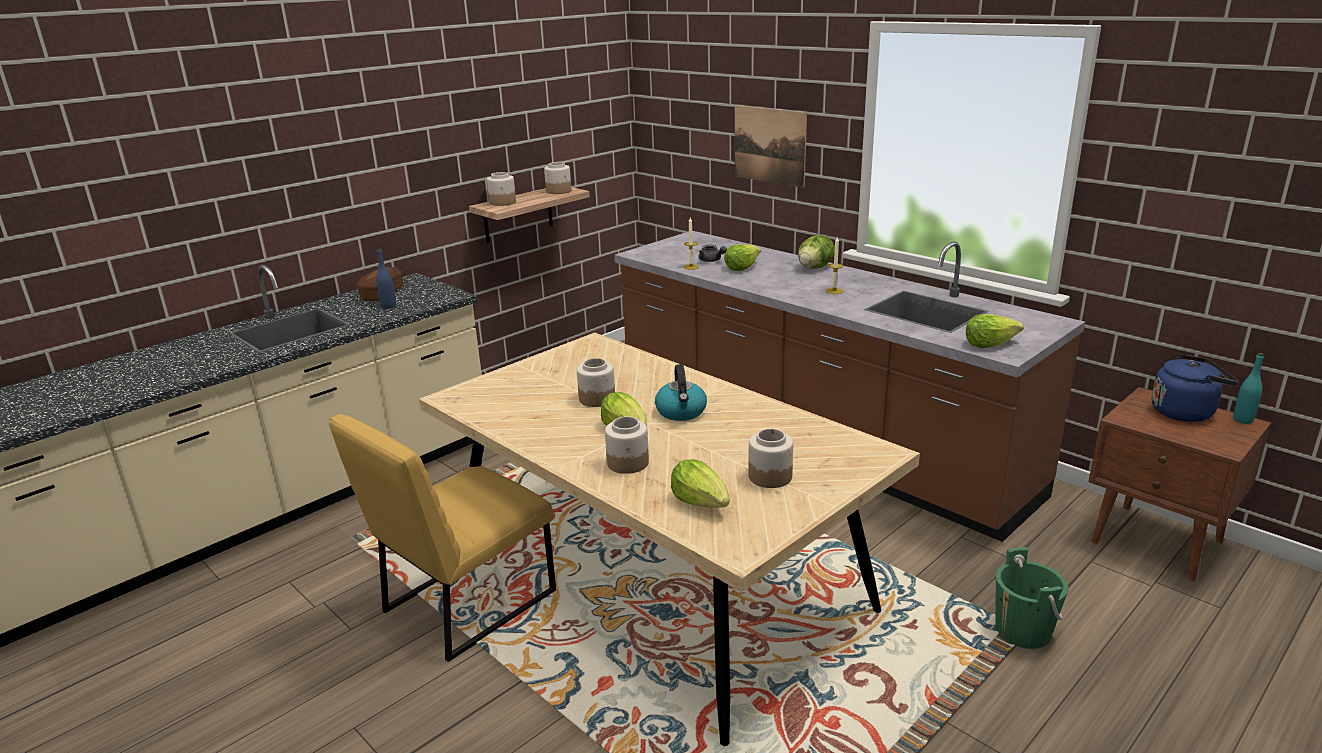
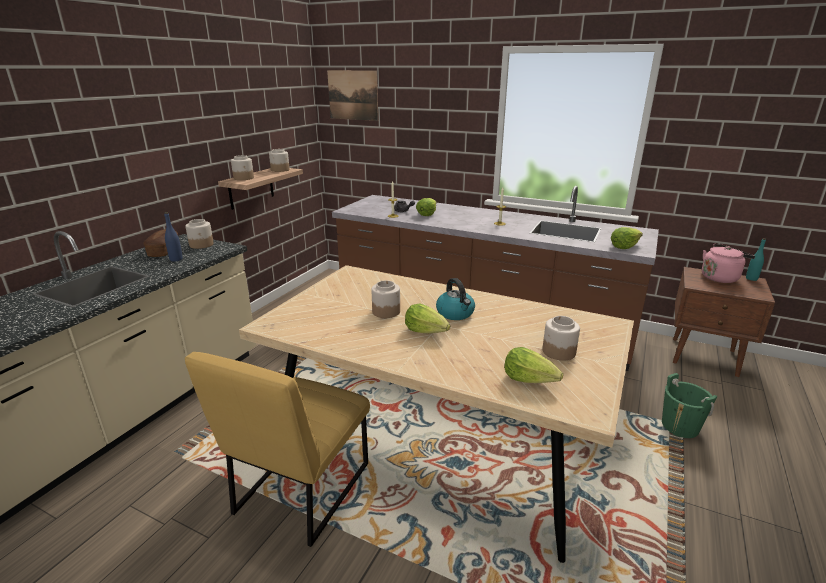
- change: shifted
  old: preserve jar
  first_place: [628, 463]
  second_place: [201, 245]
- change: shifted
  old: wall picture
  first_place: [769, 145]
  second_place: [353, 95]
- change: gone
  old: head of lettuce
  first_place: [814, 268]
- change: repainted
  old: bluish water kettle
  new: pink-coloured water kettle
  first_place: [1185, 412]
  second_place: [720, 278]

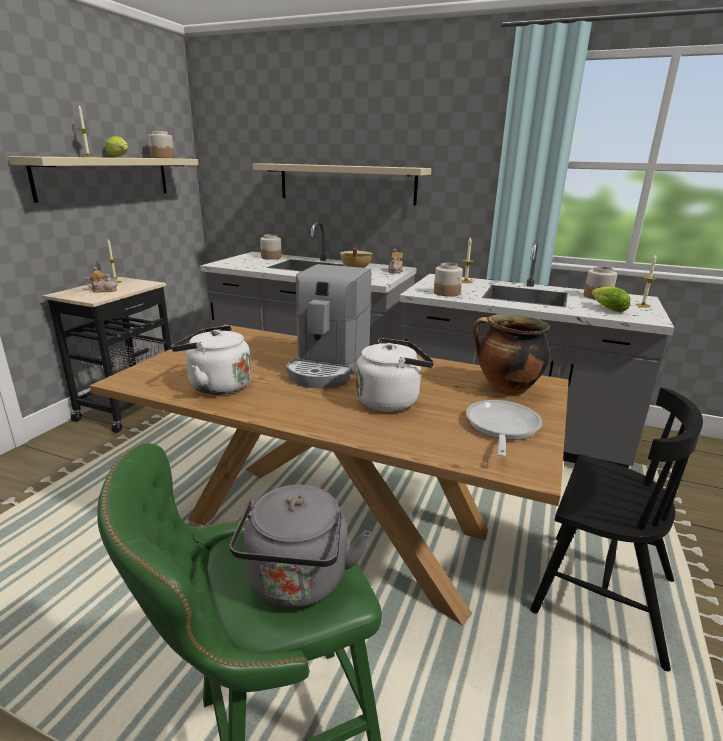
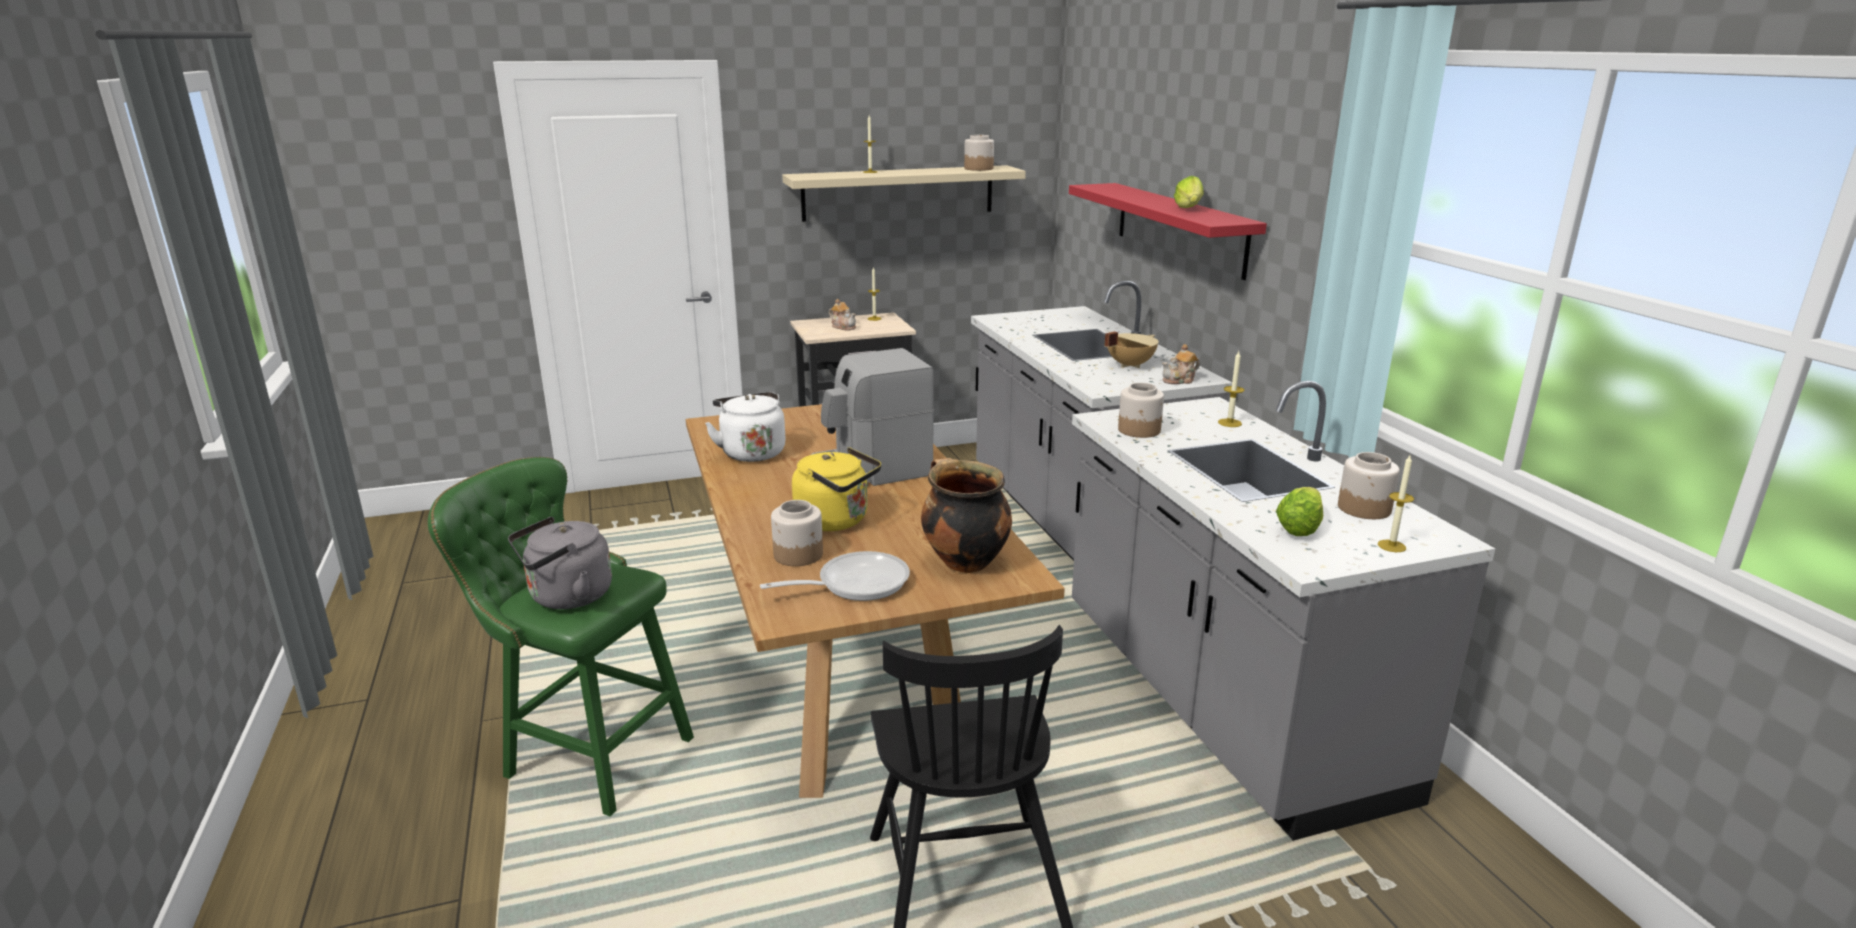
- change: shifted
  old: head of lettuce
  first_place: [120, 157]
  second_place: [1188, 209]
- change: repainted
  old: beige shelf
  new: red-coloured shelf
  first_place: [346, 183]
  second_place: [1179, 228]
- change: shifted
  old: preserve jar
  first_place: [271, 257]
  second_place: [799, 555]
- change: repainted
  old: whitish water kettle
  new: yellow-coloured water kettle
  first_place: [391, 400]
  second_place: [836, 521]

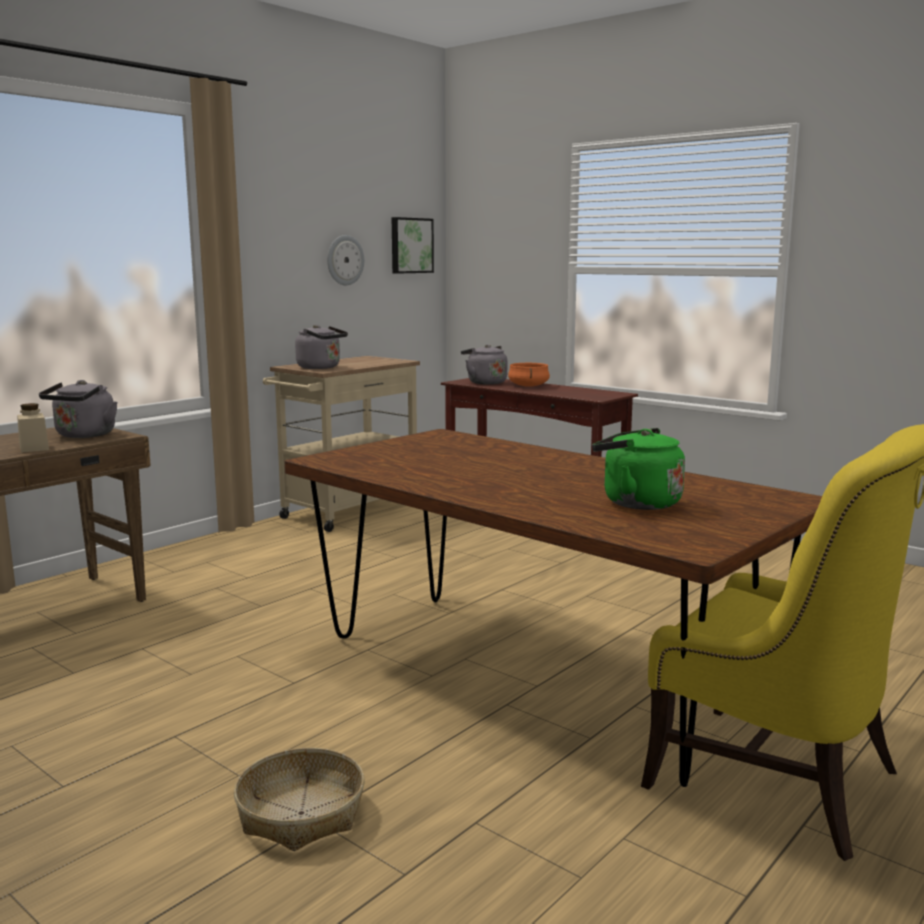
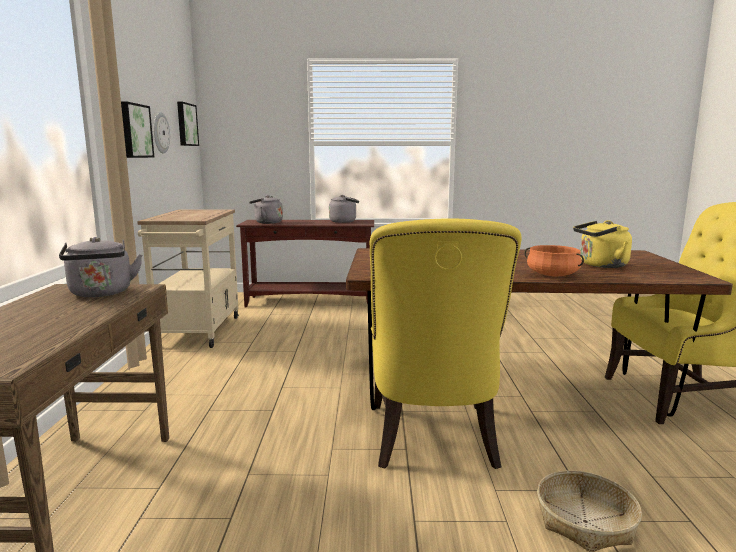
- change: gone
  old: beige preserve jar
  first_place: [34, 448]
- change: shifted
  old: grey water kettle
  first_place: [321, 367]
  second_place: [344, 221]
- change: shifted
  old: orange-coloured stockpot
  first_place: [528, 386]
  second_place: [552, 275]
- change: repainted
  old: green-coloured water kettle
  new: yellow-coloured water kettle
  first_place: [636, 502]
  second_place: [600, 265]
- change: new
  new: wall picture
  second_place: [135, 131]
- change: new
  new: yellow-coloured plain chair
  second_place: [433, 435]

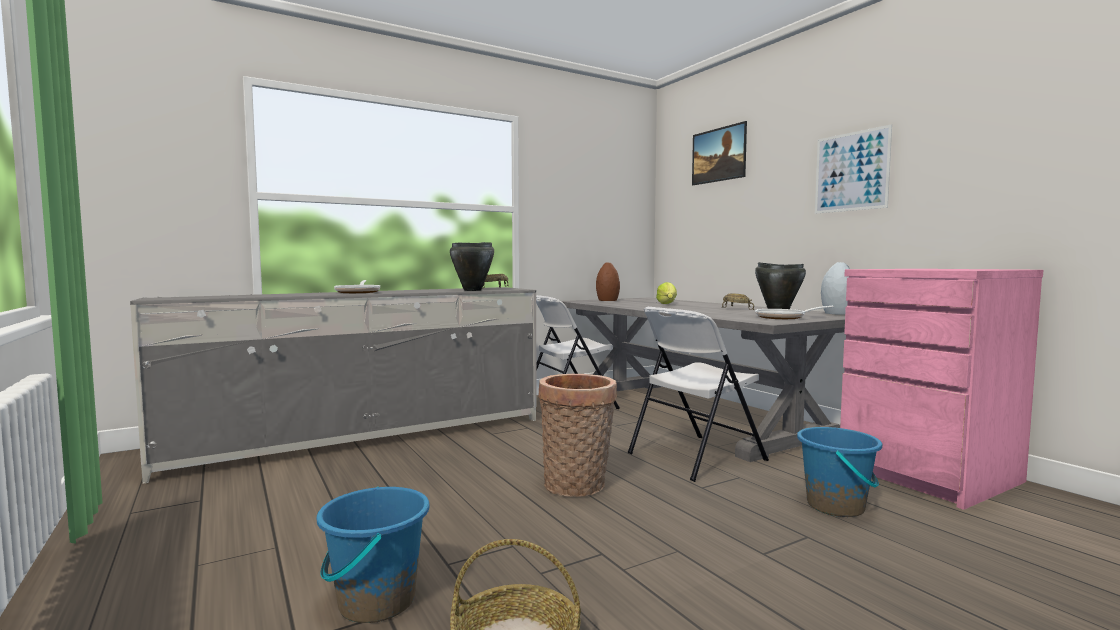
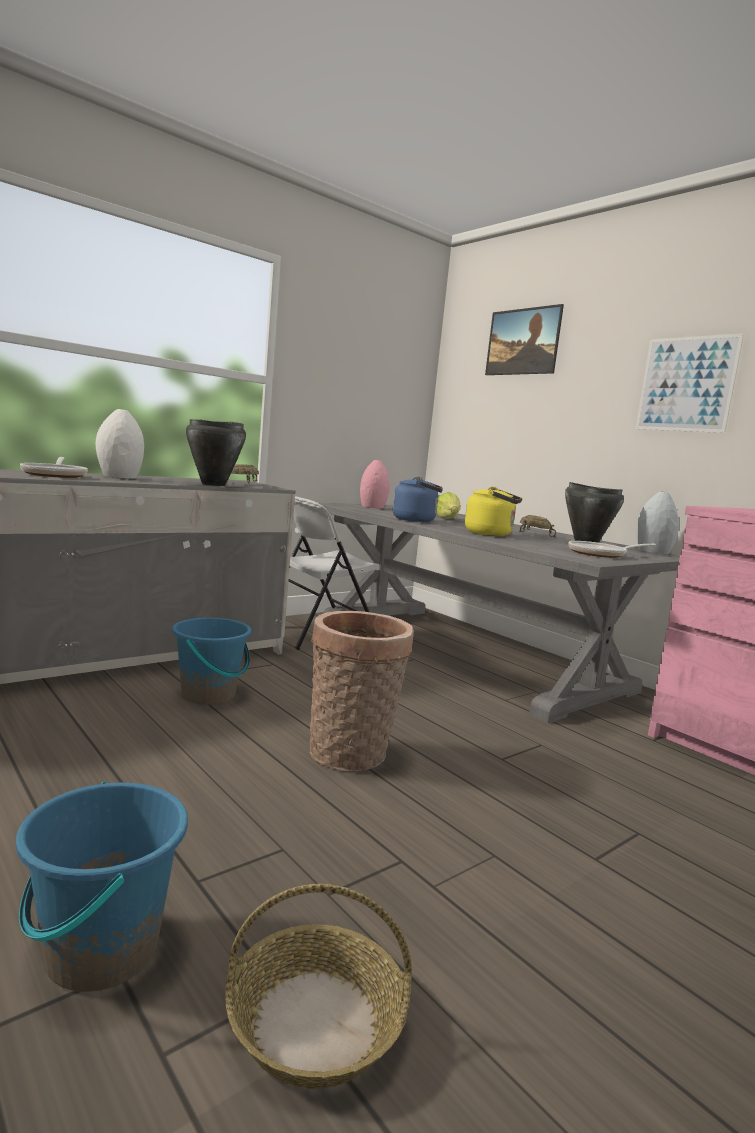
- change: repainted
  old: brown-coloured flower vase
  new: pink-coloured flower vase
  first_place: [607, 300]
  second_place: [372, 507]
- change: gone
  old: whitish plain chair
  first_place: [696, 456]
- change: shifted
  old: bluish pail
  first_place: [836, 506]
  second_place: [209, 695]
- change: new
  new: whitish flower vase
  second_place: [120, 477]
- change: new
  new: bluish water kettle
  second_place: [416, 520]
- change: new
  new: yellow-coloured water kettle
  second_place: [491, 534]

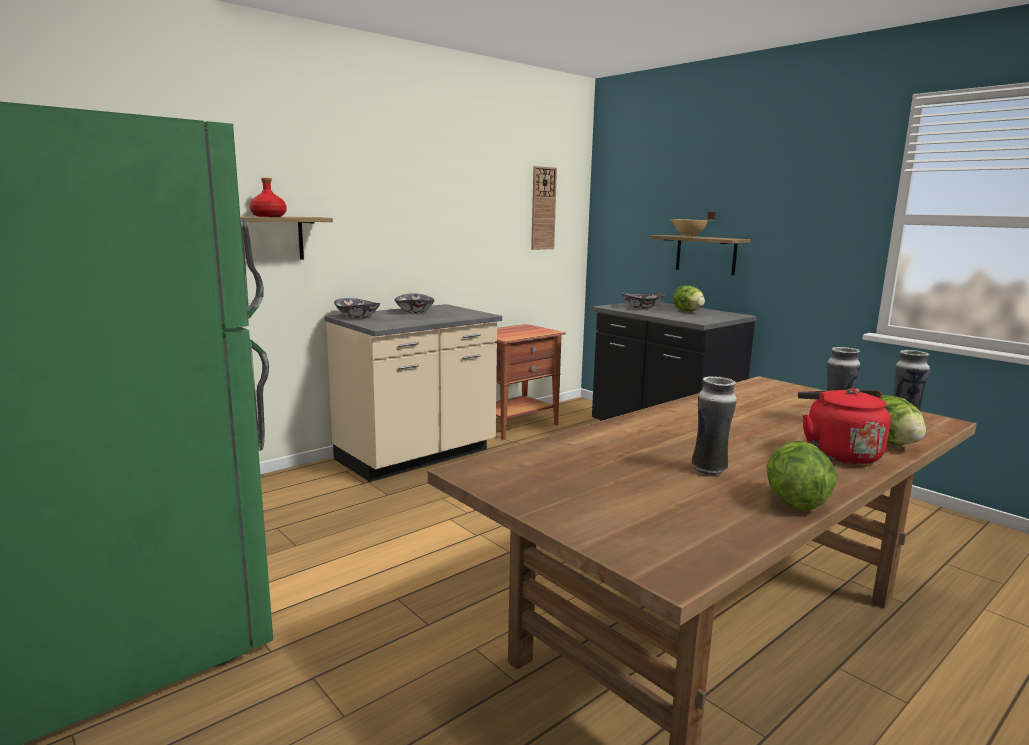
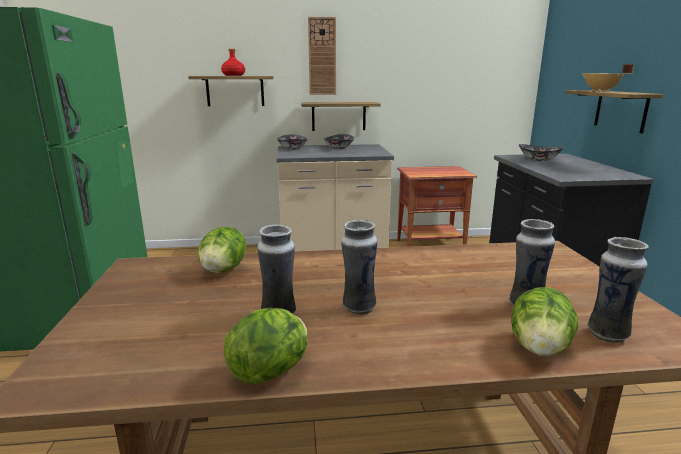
- change: shifted
  old: wall clock
  first_place: [543, 208]
  second_place: [322, 56]
- change: shifted
  old: head of lettuce
  first_place: [688, 311]
  second_place: [223, 270]
- change: gone
  old: red-coloured water kettle
  first_place: [838, 454]
- change: new
  new: shelf
  second_place: [338, 116]
- change: new
  new: flower vase
  second_place: [358, 308]

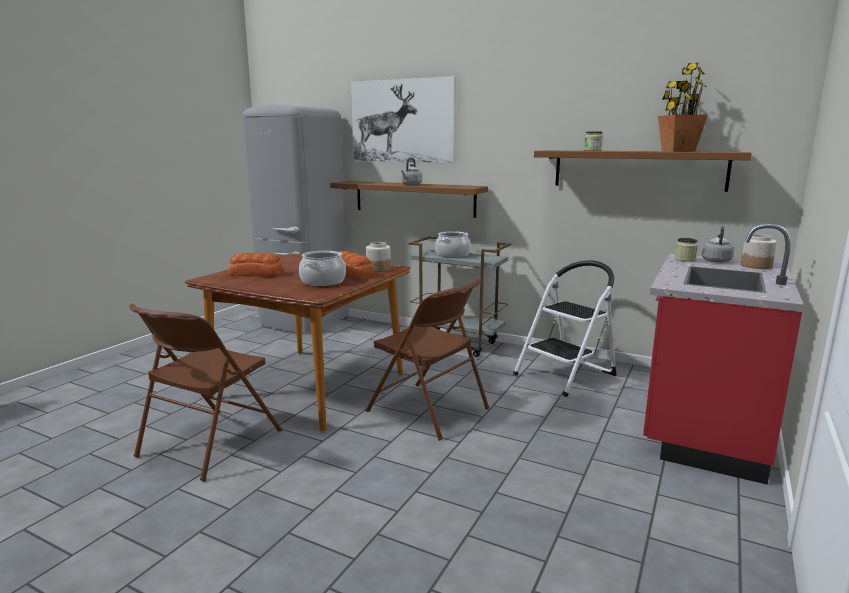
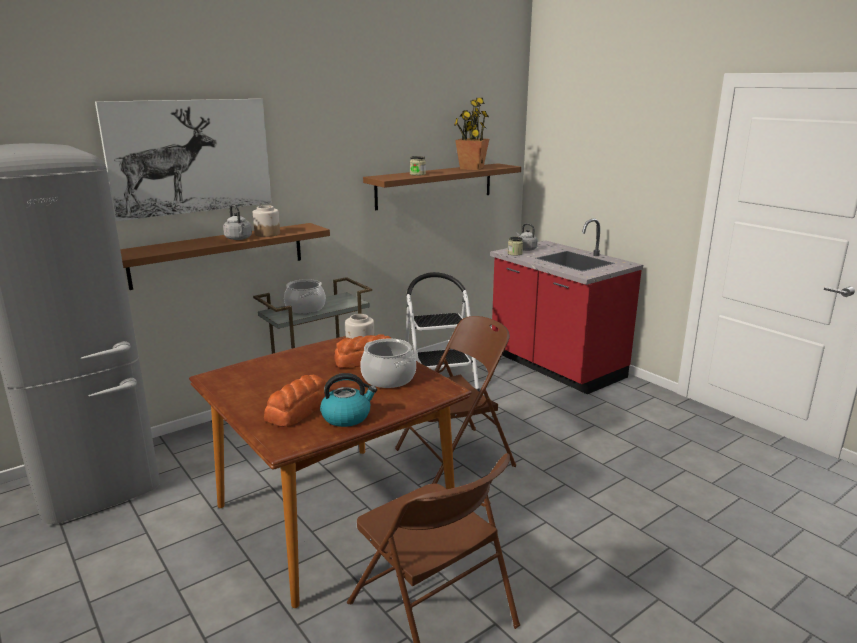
- change: shifted
  old: preserve jar
  first_place: [756, 266]
  second_place: [267, 234]
- change: new
  new: water kettle
  second_place: [347, 417]

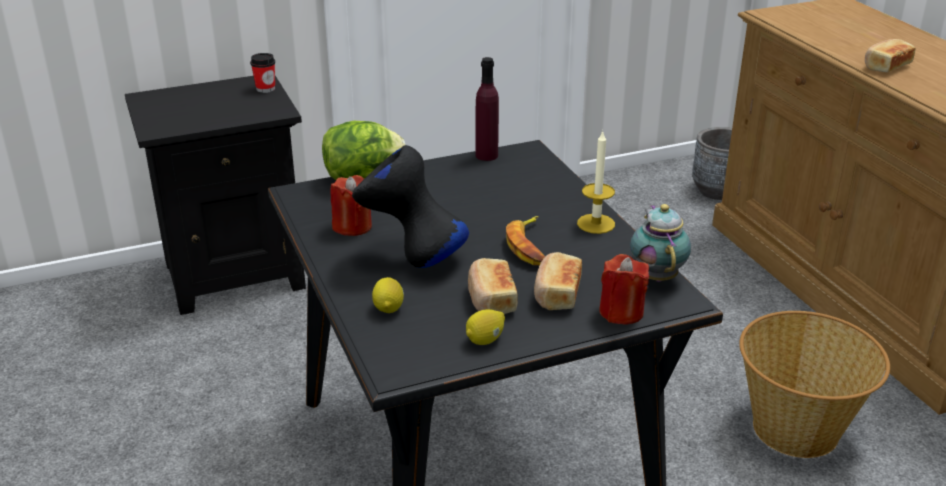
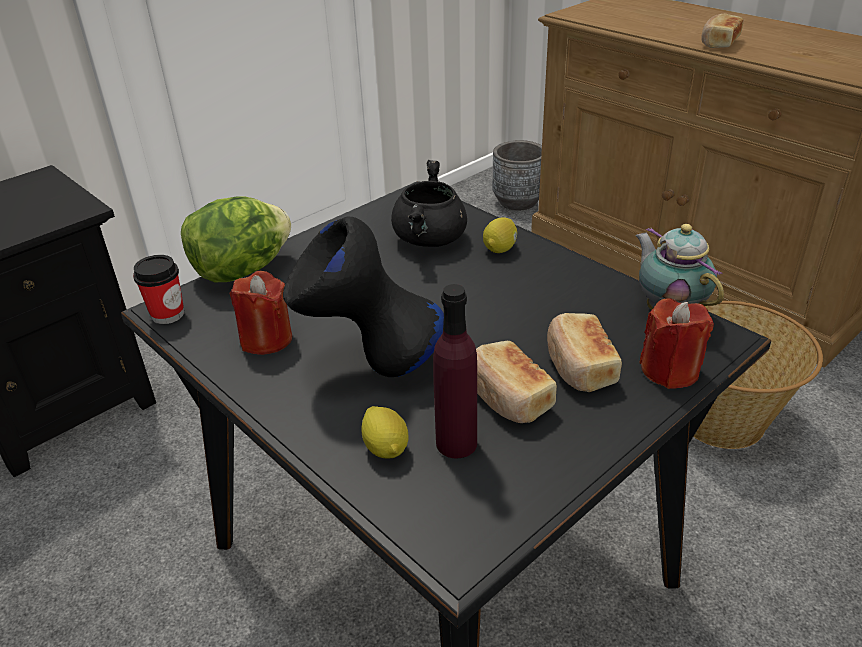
- change: shifted
  old: drinking cup
  first_place: [265, 89]
  second_place: [167, 314]
- change: shifted
  old: citrus fruit
  first_place: [485, 340]
  second_place: [500, 249]
- change: shifted
  old: purple drink bottle
  first_place: [486, 155]
  second_place: [456, 443]
- change: gone
  old: banana fruit
  first_place: [530, 246]
- change: gone
  old: wax candle
  first_place: [596, 224]
- change: new
  new: black stockpot
  second_place: [430, 240]

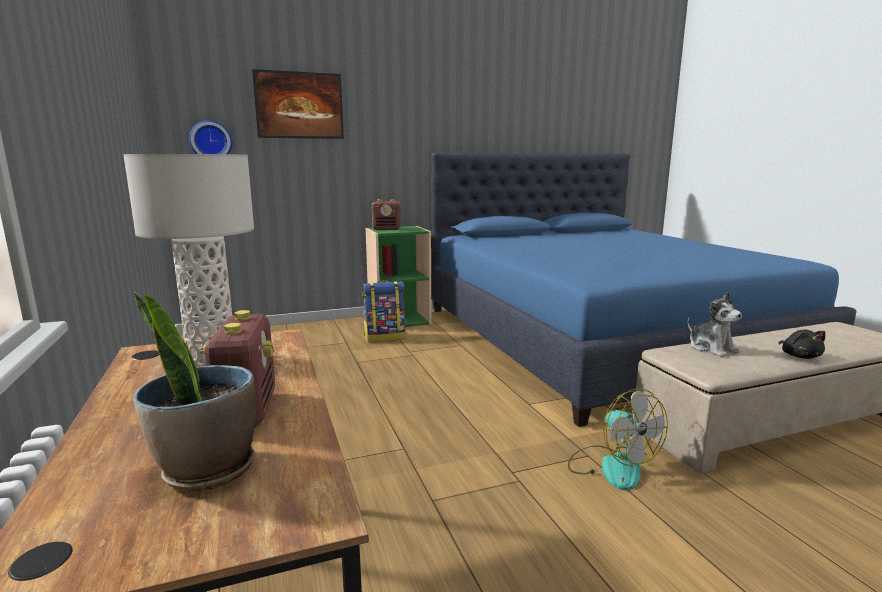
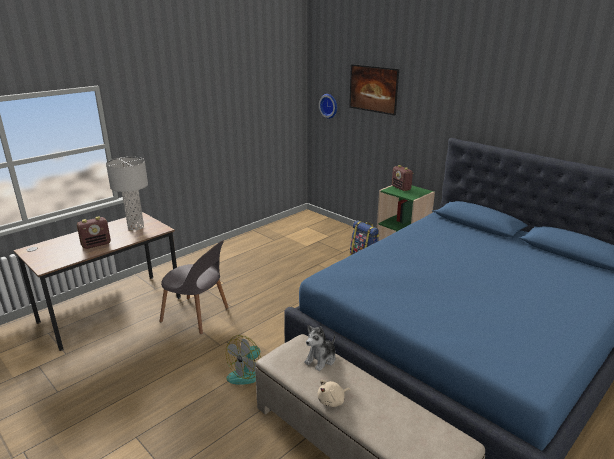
- change: gone
  old: plant in a pot
  first_place: [207, 470]
- change: repainted
  old: black cuddly toy
  new: beige cuddly toy
  first_place: [800, 356]
  second_place: [332, 401]
- change: new
  new: grey plain chair
  second_place: [197, 316]

